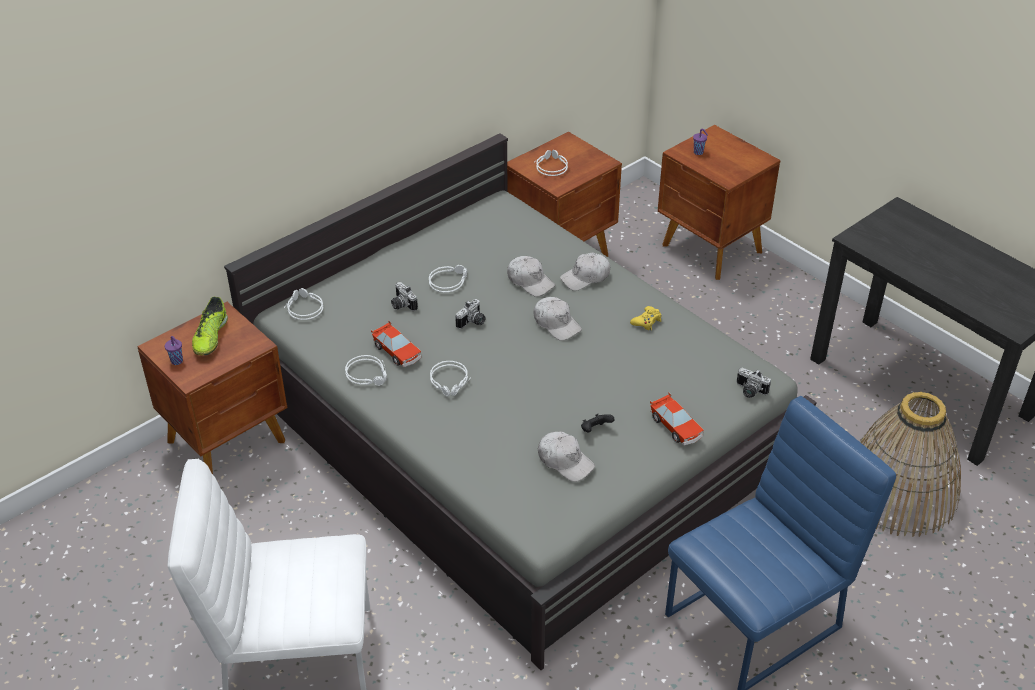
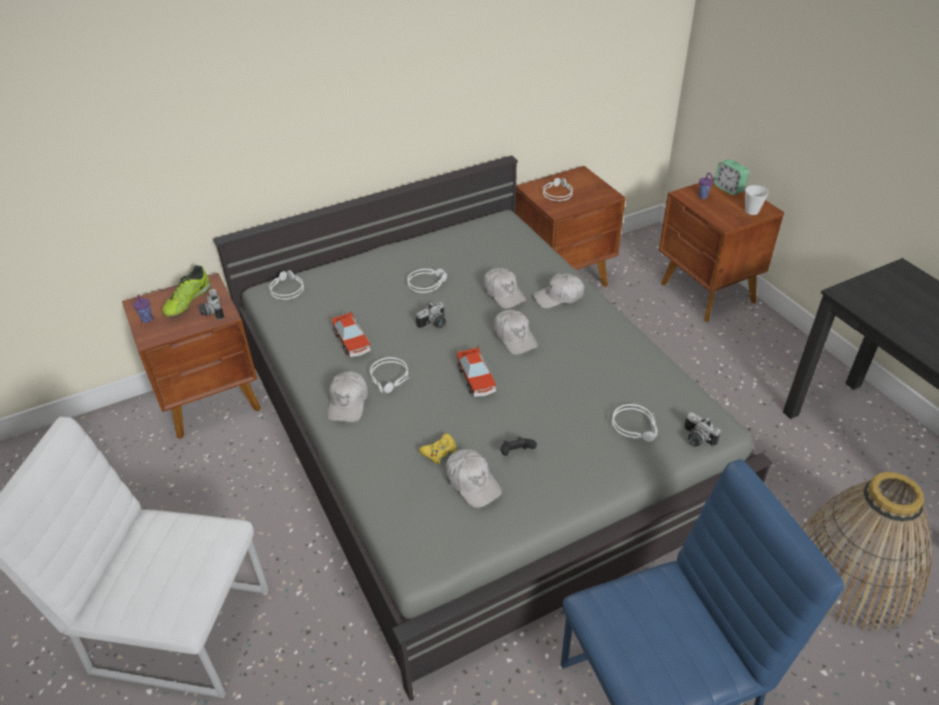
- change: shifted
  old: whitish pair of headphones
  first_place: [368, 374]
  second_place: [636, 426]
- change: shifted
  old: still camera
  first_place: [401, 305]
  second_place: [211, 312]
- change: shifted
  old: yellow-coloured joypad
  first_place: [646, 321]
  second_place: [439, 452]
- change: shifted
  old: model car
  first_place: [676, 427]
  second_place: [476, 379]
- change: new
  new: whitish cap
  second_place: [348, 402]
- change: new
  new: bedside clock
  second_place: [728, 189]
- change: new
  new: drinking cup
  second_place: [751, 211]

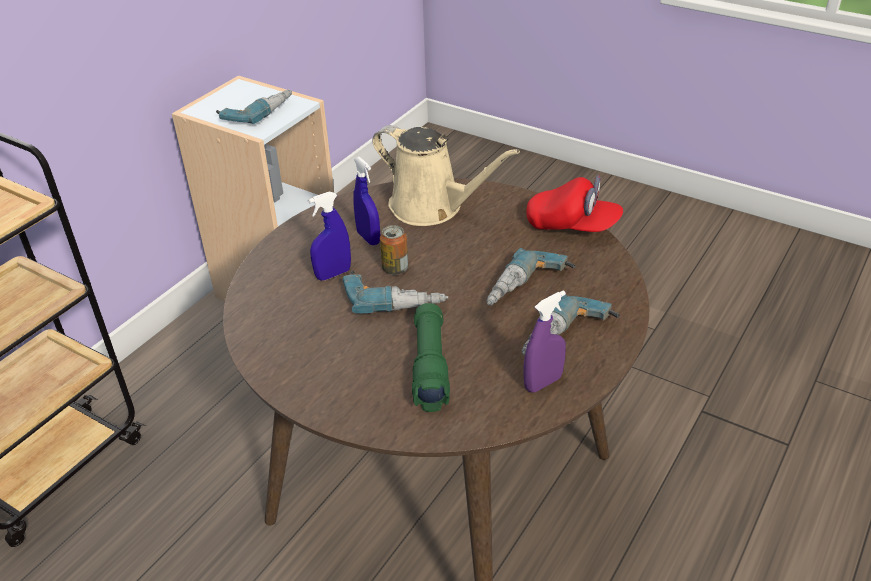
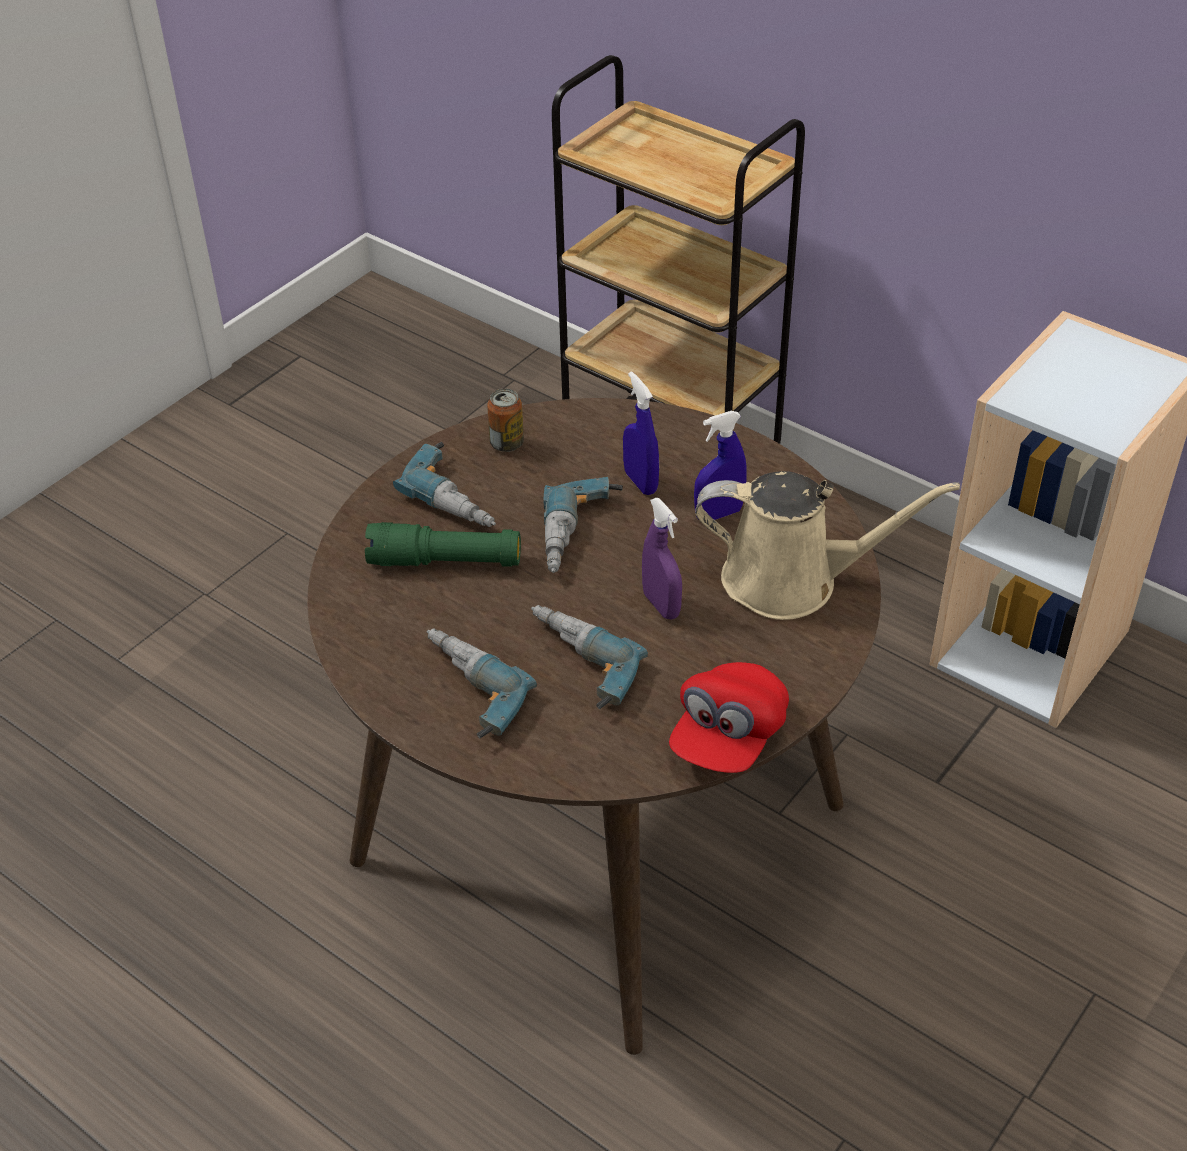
- change: shifted
  old: power drill
  first_place: [256, 111]
  second_place: [459, 496]
- change: rotated
  old: beige sprinkling can
  first_place: [432, 207]
  second_place: [792, 580]
  degrees: -120
- change: shifted
  old: metal can
  first_place: [395, 269]
  second_place: [507, 443]
- change: shifted
  old: purple sprayer
  first_place: [543, 383]
  second_place: [661, 605]

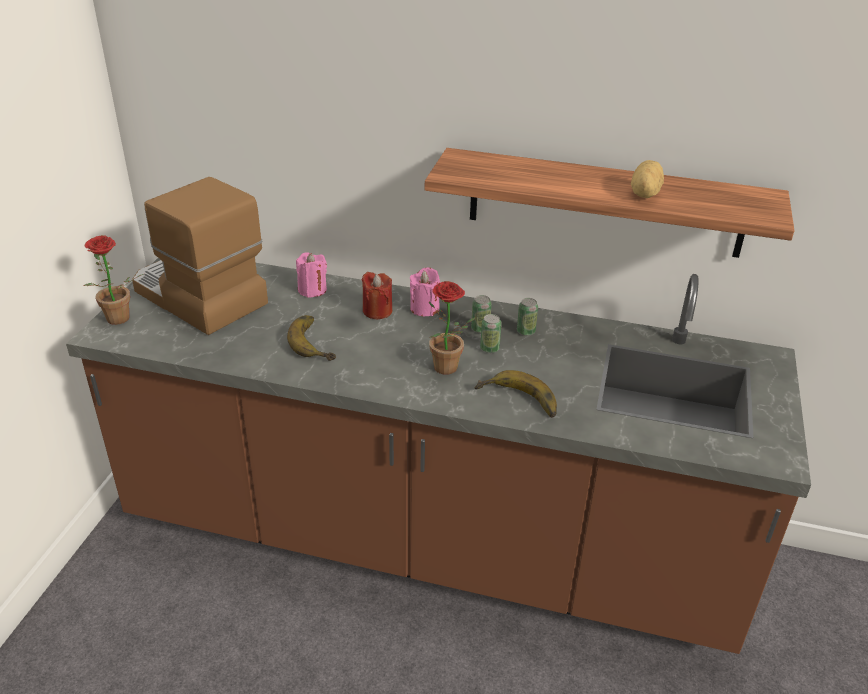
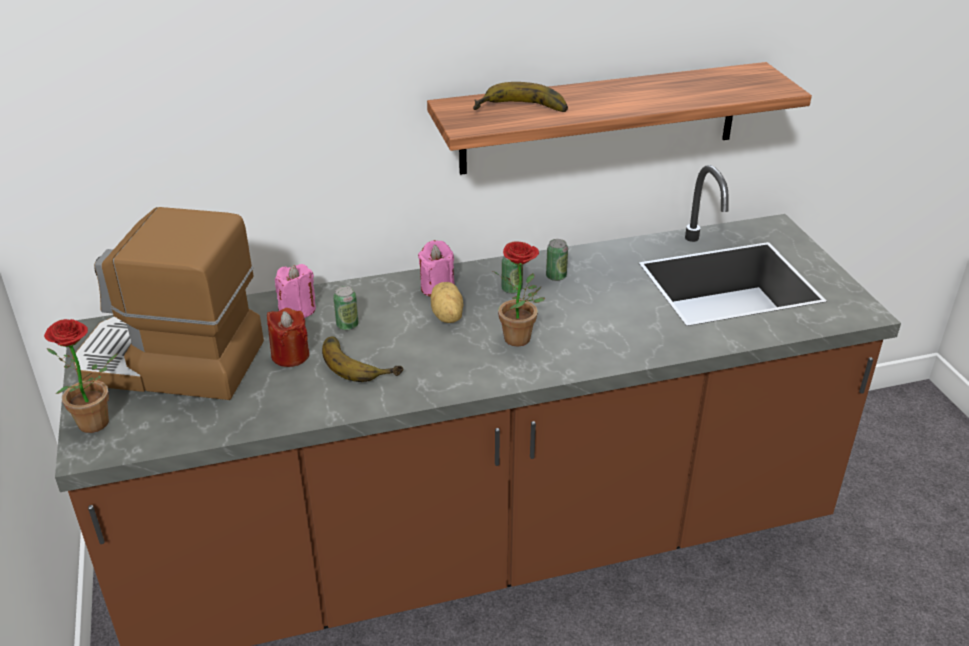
- change: shifted
  old: red-coloured wax candle
  first_place: [377, 311]
  second_place: [290, 355]
- change: shifted
  old: banana fruit
  first_place: [517, 402]
  second_place: [521, 110]
- change: shifted
  old: metal can
  first_place: [489, 348]
  second_place: [347, 325]
- change: shifted
  old: spud
  first_place: [643, 194]
  second_place: [446, 316]

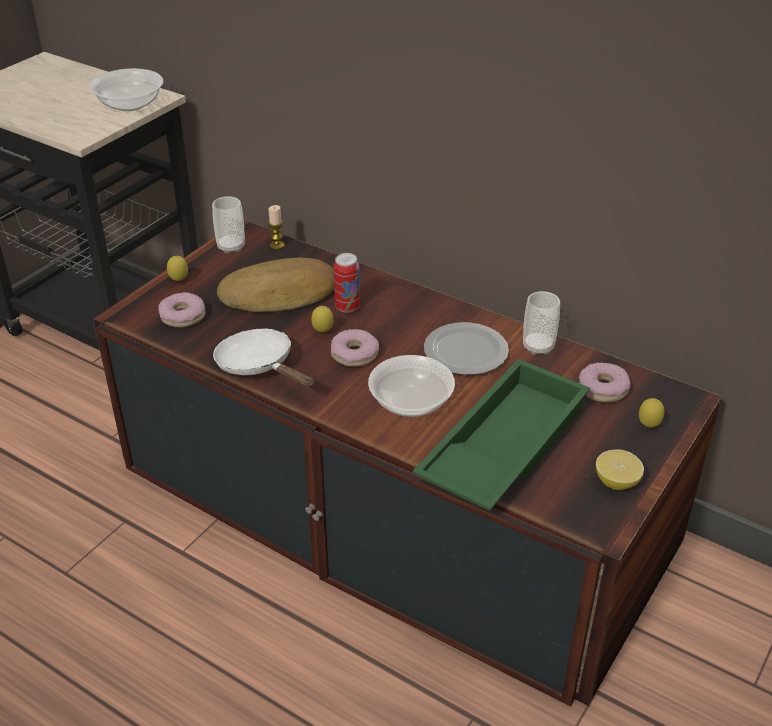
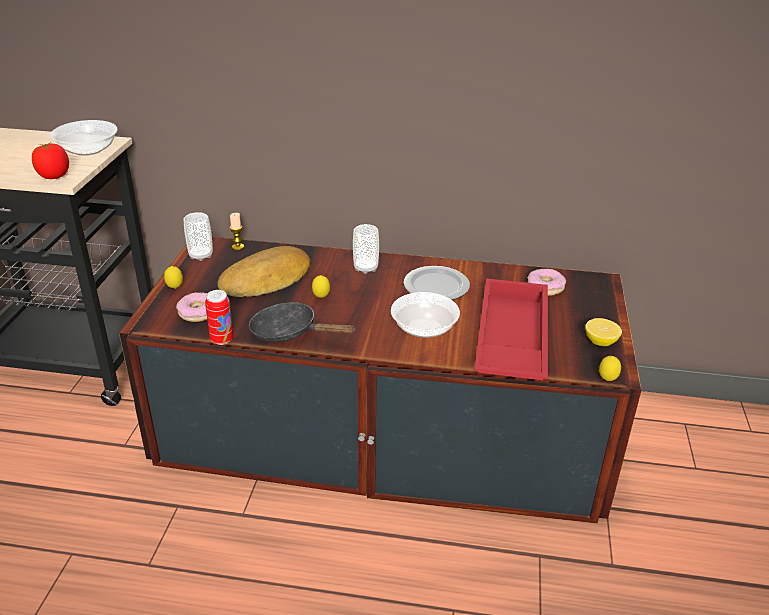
- change: repainted
  old: whitish skillet
  new: black skillet
  first_place: [259, 366]
  second_place: [290, 332]
- change: gone
  old: ring doughnut
  first_place: [354, 354]
- change: shifted
  old: metal can
  first_place: [347, 307]
  second_place: [222, 339]
- change: repainted
  old: green-coloured tray
  new: red-coloured tray
  first_place: [501, 445]
  second_place: [509, 339]
- change: shifted
  old: drinking cup
  first_place: [538, 347]
  second_place: [365, 268]
- change: shifted
  old: citrus fruit
  first_place: [648, 426]
  second_place: [607, 380]
- change: new
  new: tomato
  second_place: [54, 176]

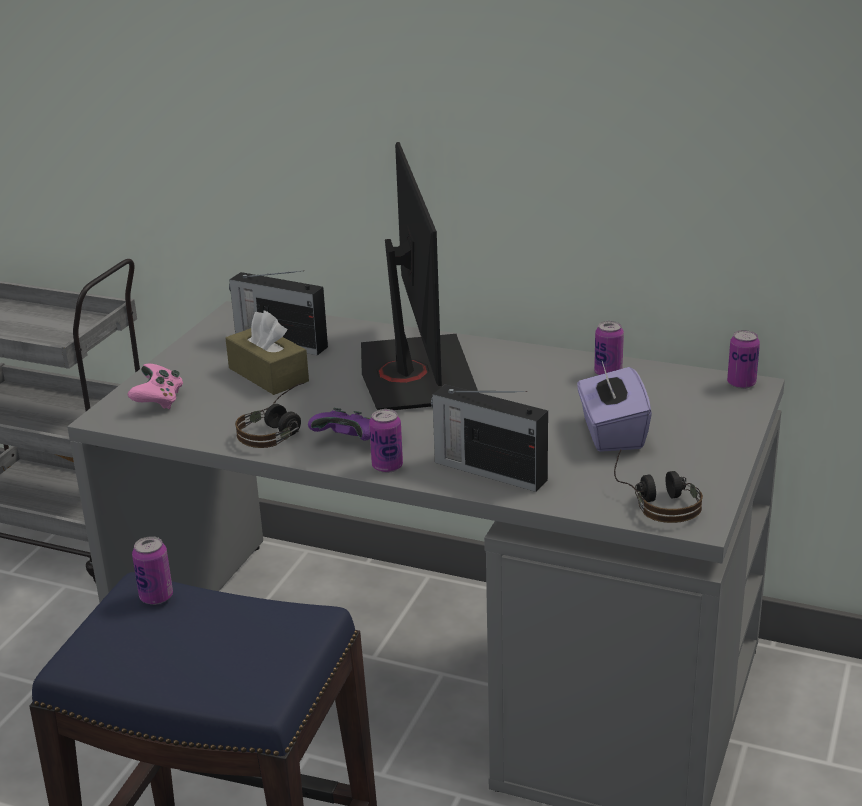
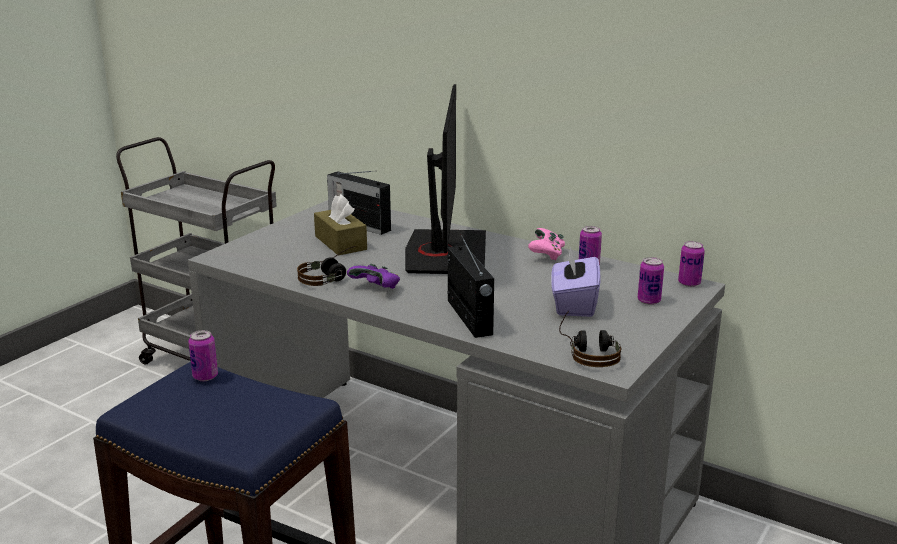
- change: shifted
  old: pink-coloured joypad
  first_place: [159, 401]
  second_place: [546, 255]
- change: shifted
  old: metal can
  first_place: [387, 466]
  second_place: [649, 301]
- change: rotated
  old: radio
  first_place: [488, 470]
  second_place: [469, 318]
  degrees: -150

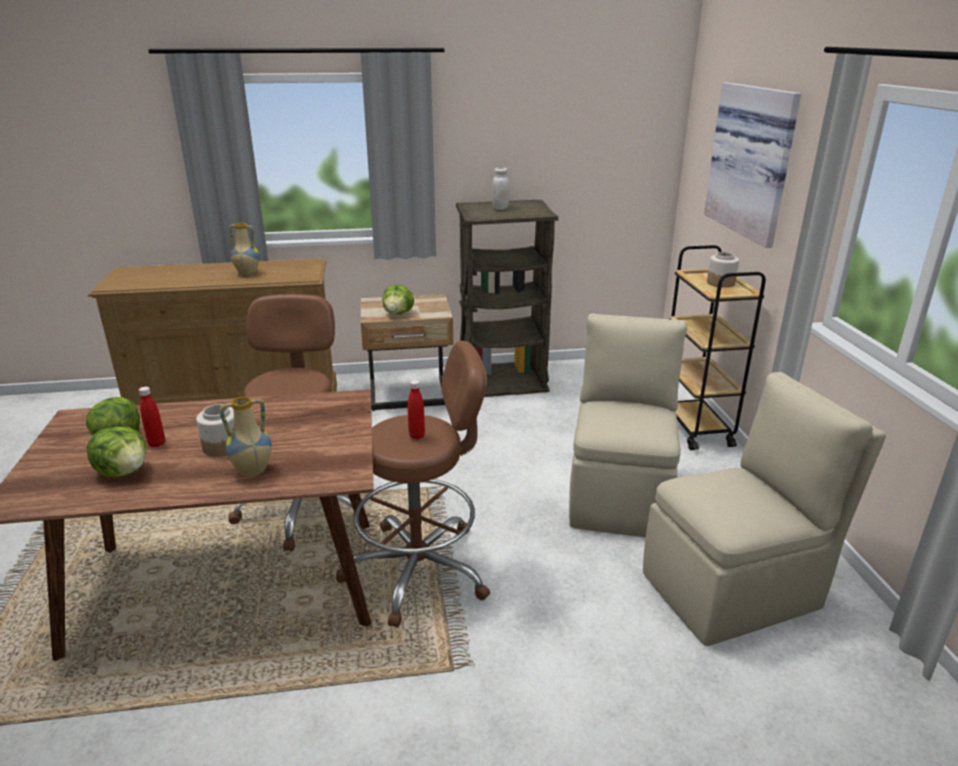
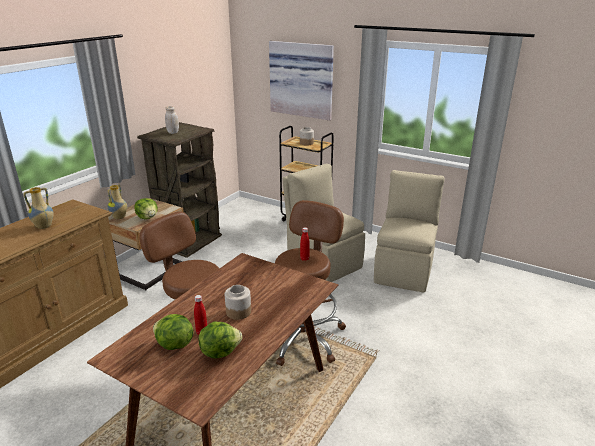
- change: shifted
  old: flower vase
  first_place: [252, 471]
  second_place: [119, 217]

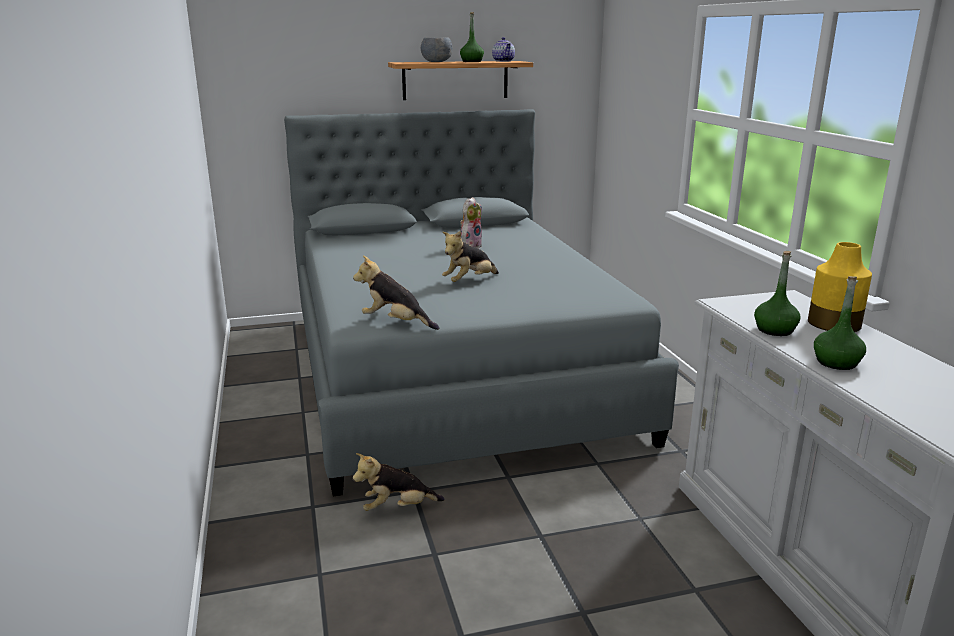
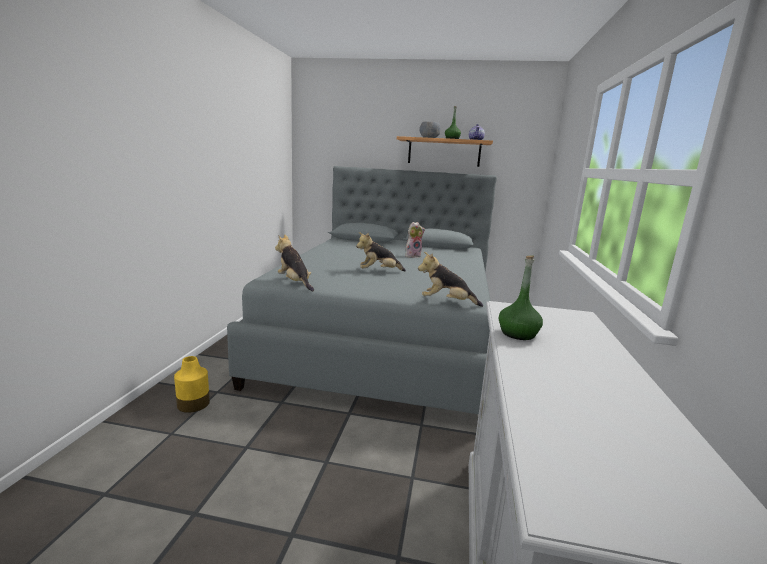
- change: shifted
  old: cuddly toy
  first_place: [397, 508]
  second_place: [446, 303]
- change: shifted
  old: yellow-coloured flower vase
  first_place: [834, 323]
  second_place: [193, 404]
- change: gone
  old: green-coloured drink bottle
  first_place: [836, 362]

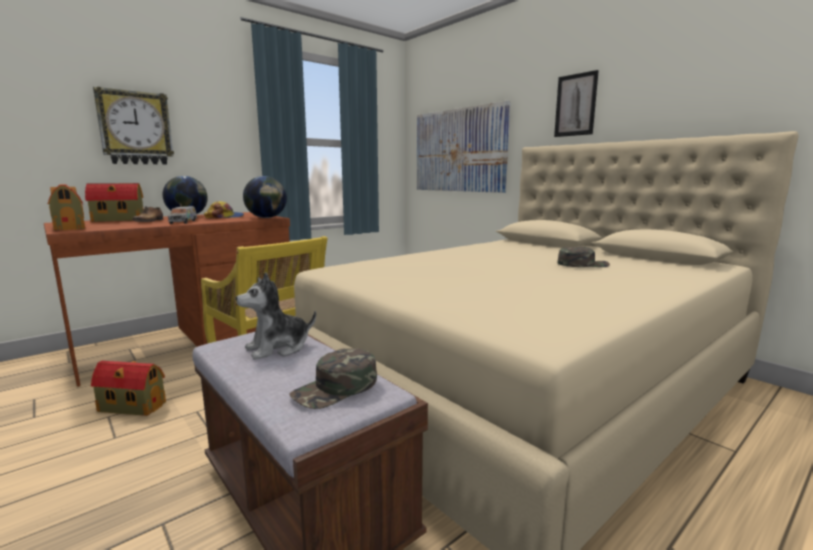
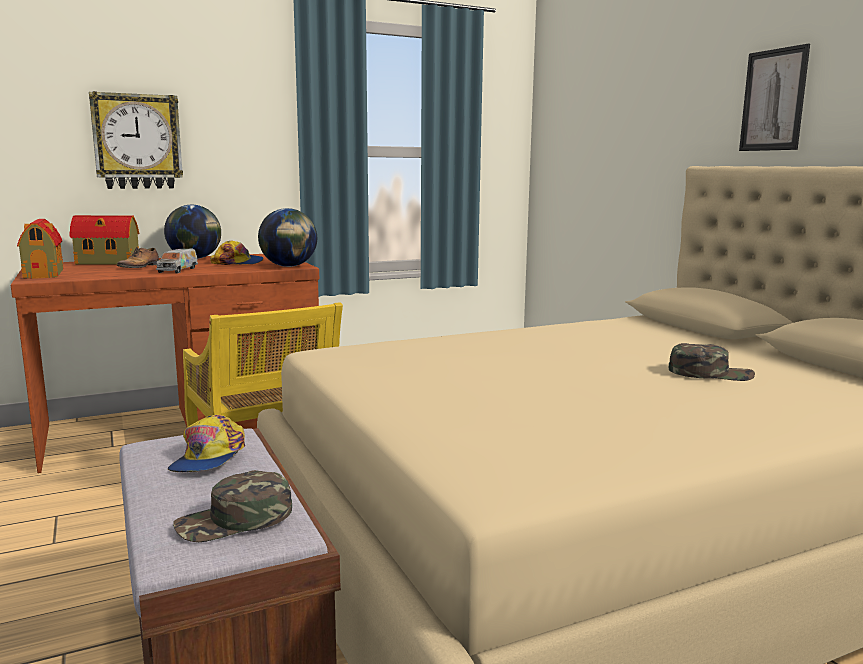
- change: gone
  old: model house
  first_place: [131, 406]
- change: swapped
  old: cuddly toy
  new: cap
  first_place: [278, 348]
  second_place: [209, 458]
- change: gone
  old: wall picture
  first_place: [459, 150]

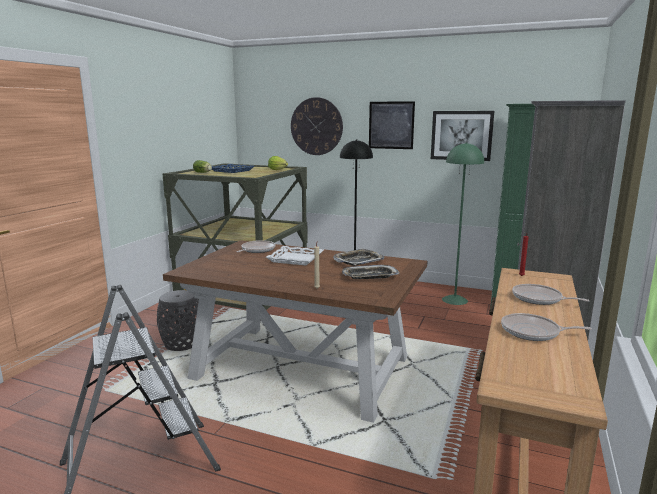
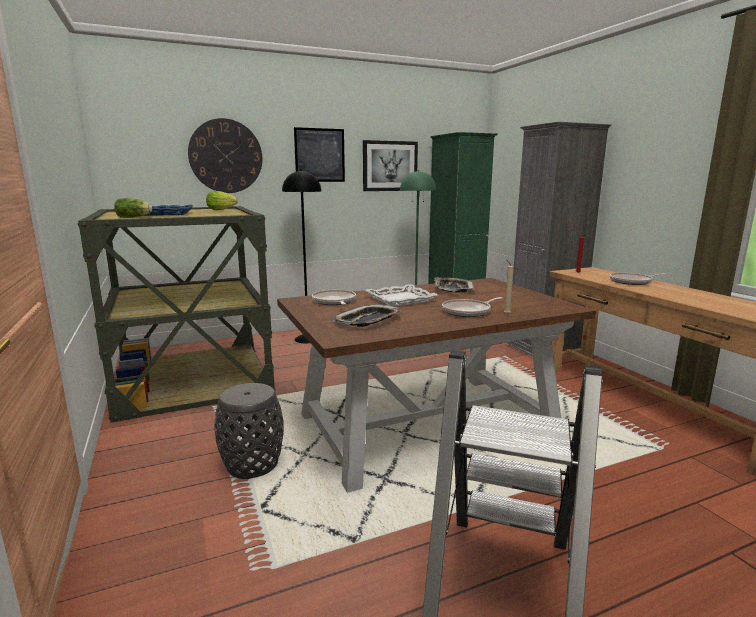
- change: shifted
  old: tray
  first_place: [369, 276]
  second_place: [368, 320]
- change: shifted
  old: skillet
  first_place: [533, 332]
  second_place: [468, 311]

